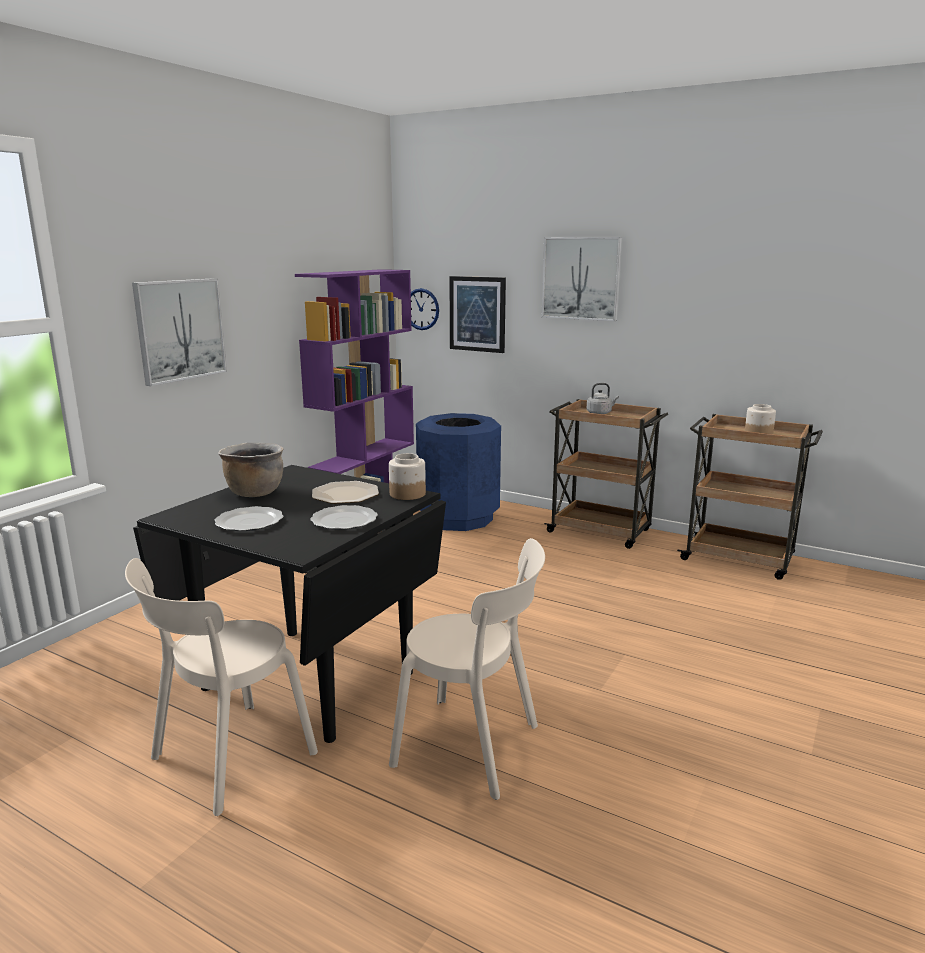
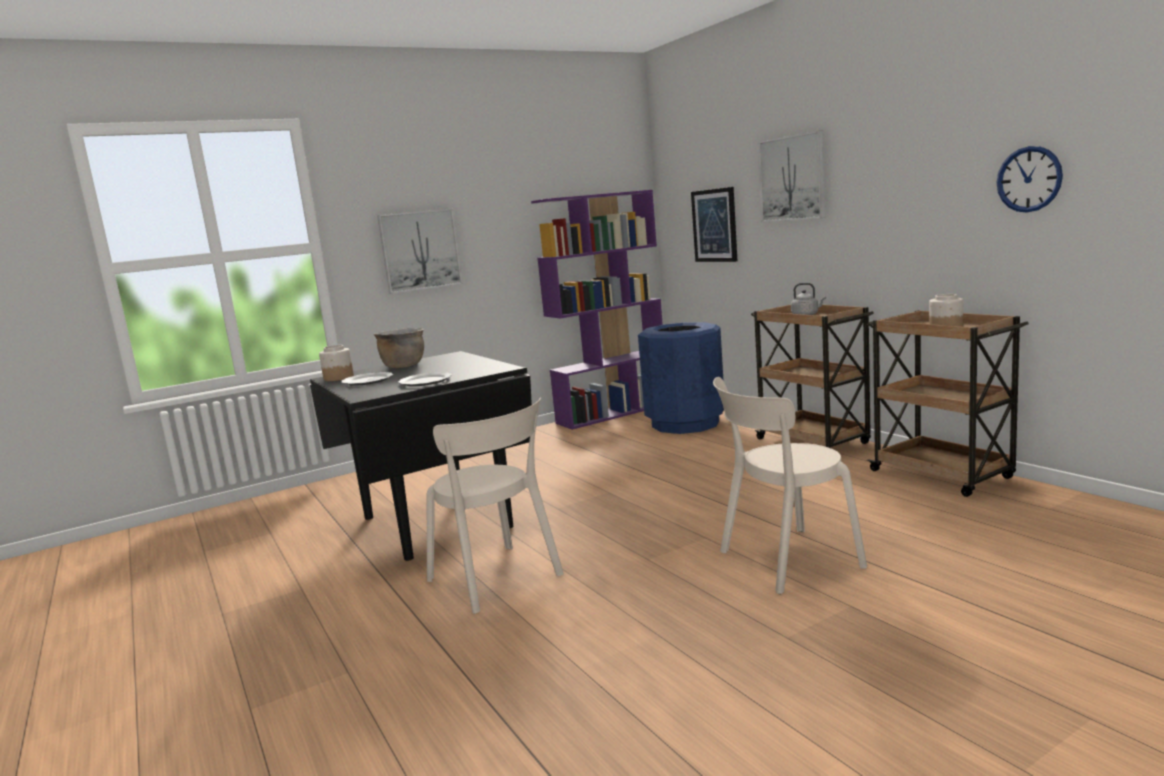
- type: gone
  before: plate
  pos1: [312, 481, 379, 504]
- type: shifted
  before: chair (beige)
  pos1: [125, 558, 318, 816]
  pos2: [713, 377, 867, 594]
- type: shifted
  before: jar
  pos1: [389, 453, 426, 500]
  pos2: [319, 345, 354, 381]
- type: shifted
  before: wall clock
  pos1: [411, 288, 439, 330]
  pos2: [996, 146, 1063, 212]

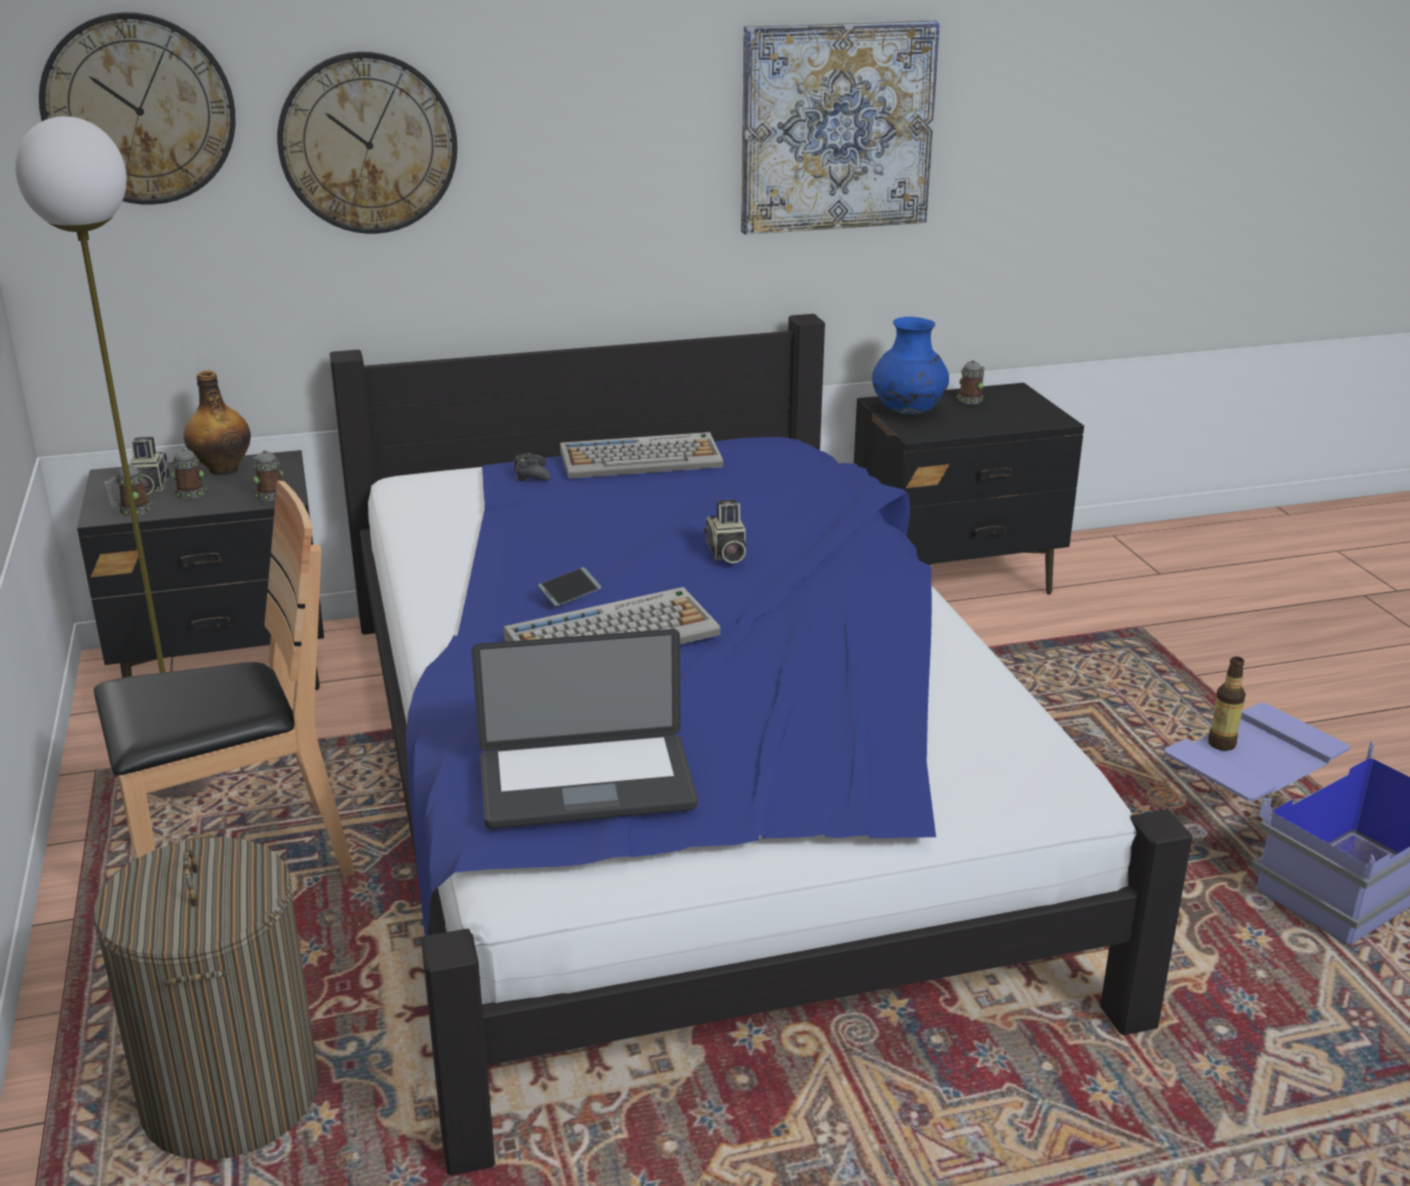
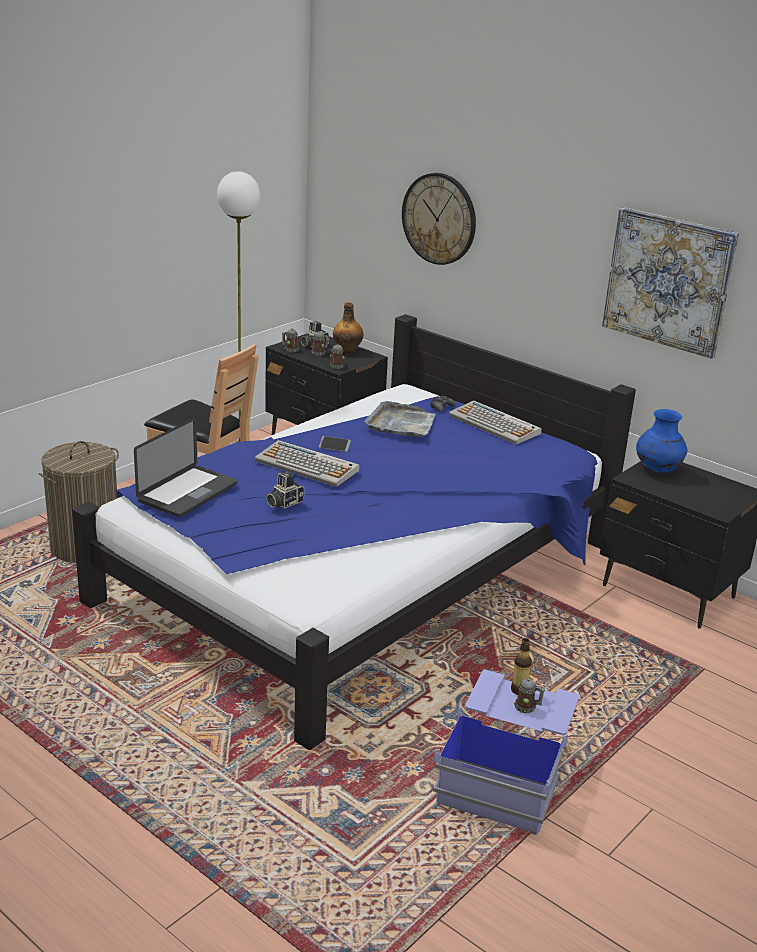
- type: gone
  before: wall clock
  pos1: [39, 12, 235, 205]
- type: new
  after: tray (grey)
  pos2: [364, 401, 435, 437]
- type: shifted
  before: photo camera
  pos1: [704, 499, 746, 563]
  pos2: [266, 472, 304, 509]
- type: shifted
  before: mug
  pos1: [957, 360, 985, 404]
  pos2: [514, 678, 545, 713]
- type: rotated
  before: laptop
  pos1: [471, 629, 698, 829]
  pos2: [134, 418, 237, 517]
  turn: -105

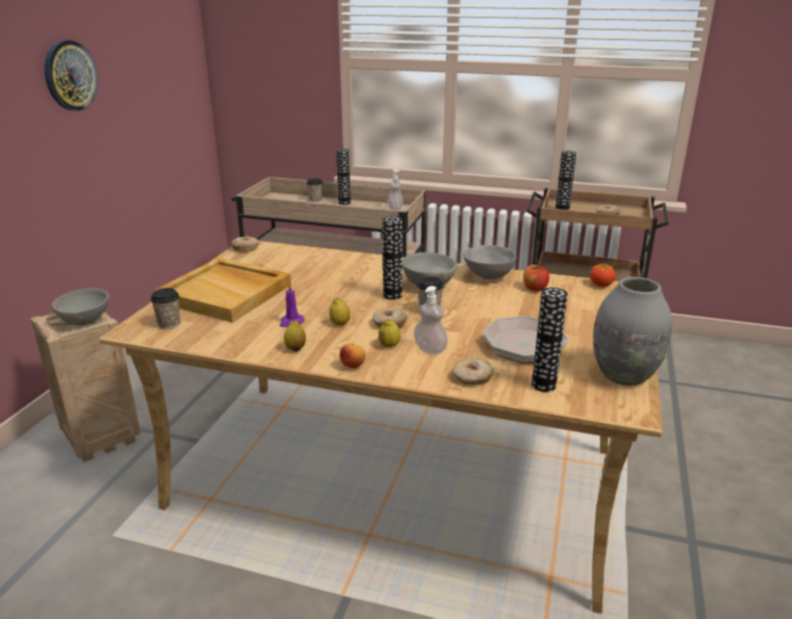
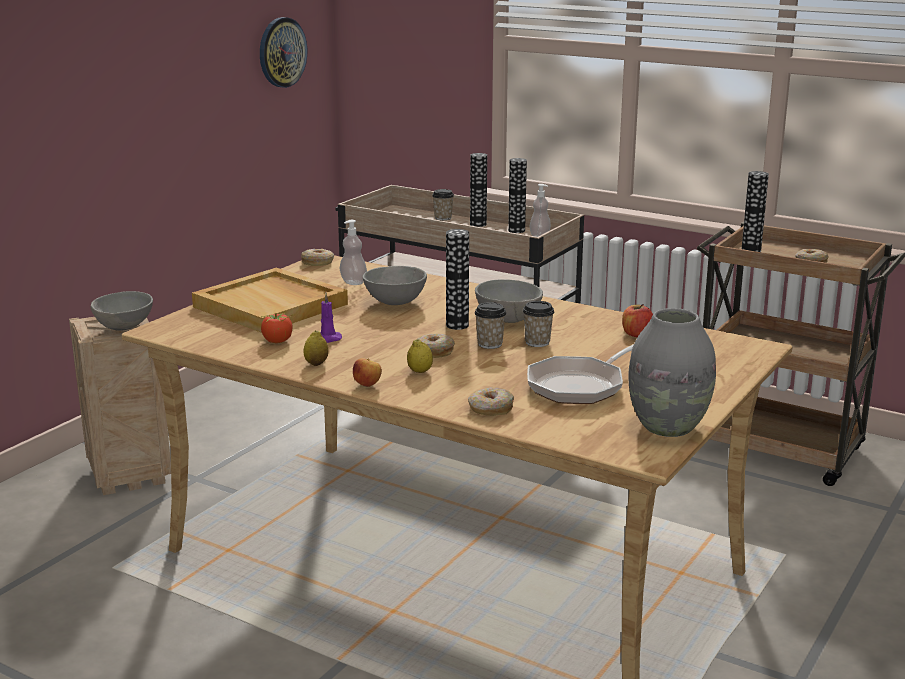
- type: gone
  before: lemon
  pos1: [329, 298, 350, 325]
- type: shifted
  before: wall clock
  pos1: [45, 40, 98, 111]
  pos2: [260, 17, 307, 88]
- type: shifted
  before: cup
  pos1: [150, 288, 180, 329]
  pos2: [523, 301, 554, 347]
- type: shifted
  before: soap dispenser
  pos1: [414, 286, 448, 355]
  pos2: [340, 220, 367, 285]
- type: shifted
  before: bowl (grey)
  pos1: [463, 245, 517, 279]
  pos2: [362, 266, 427, 305]
- type: shifted
  before: vase
  pos1: [532, 287, 568, 392]
  pos2: [508, 158, 527, 233]
- type: shifted
  before: tomato
  pos1: [590, 263, 618, 287]
  pos2: [261, 312, 292, 343]

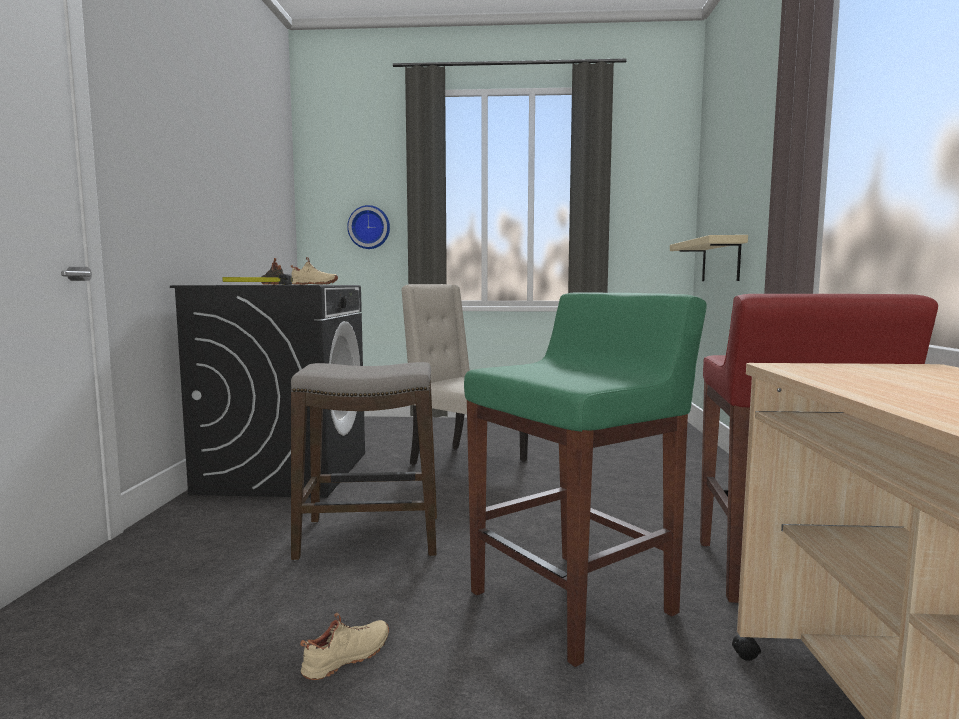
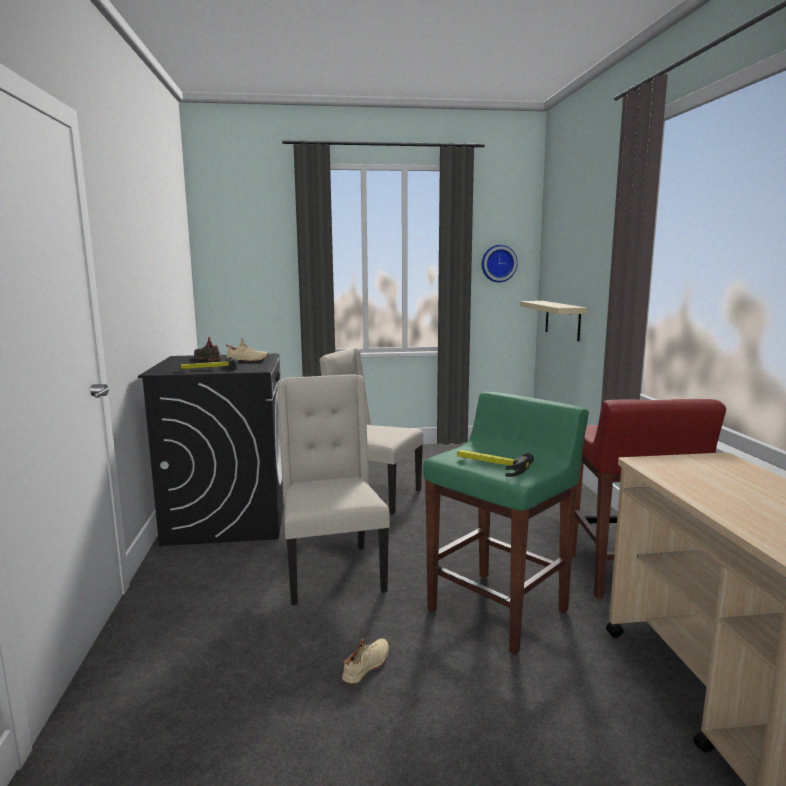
- type: new
  after: hammer
  pos2: [457, 450, 534, 477]
- type: shifted
  before: wall clock
  pos1: [347, 205, 390, 249]
  pos2: [482, 245, 518, 282]
- type: swapped
  before: stool
  after: chair (beige)
  pos1: [291, 362, 437, 561]
  pos2: [277, 374, 390, 605]

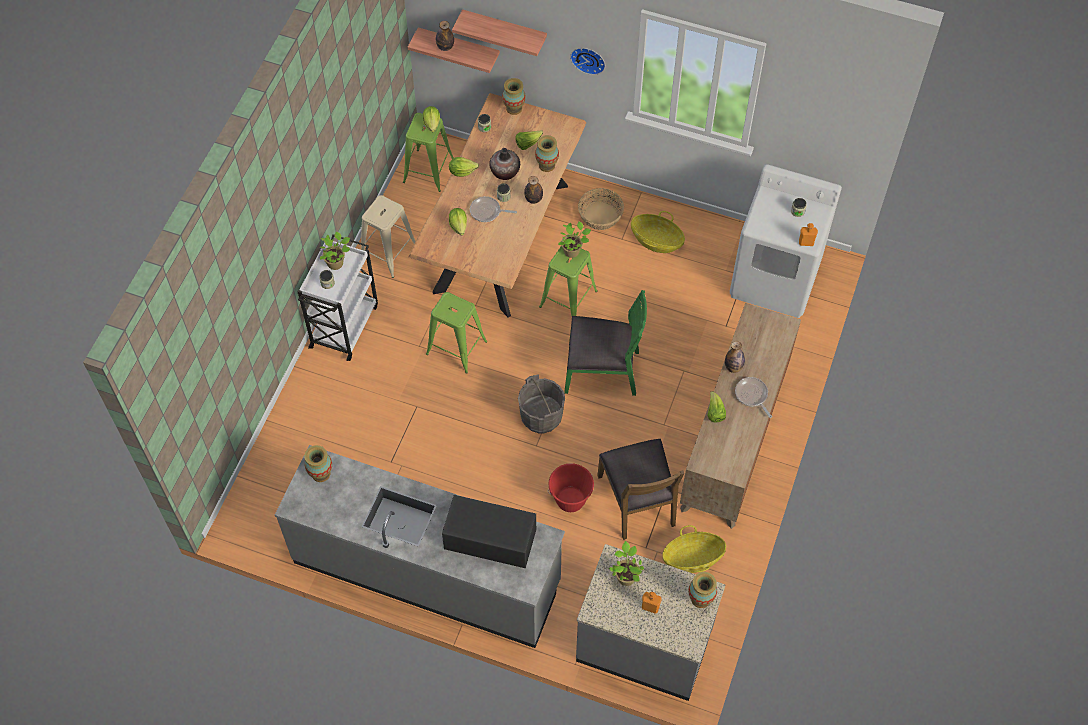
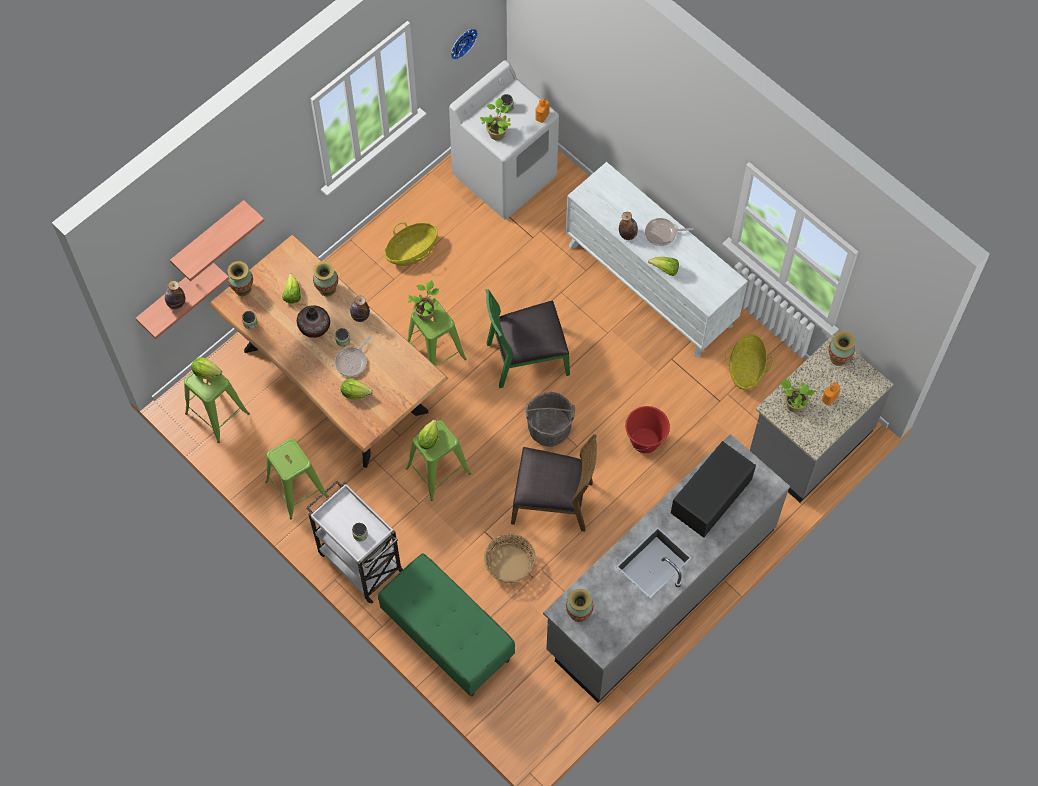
- type: new
  after: bench (green)
  pos2: [378, 553, 515, 696]
- type: shifted
  before: potted plant
  pos1: [320, 232, 350, 270]
  pos2: [480, 98, 511, 140]
- type: shifted
  before: lettuce
  pos1: [449, 157, 479, 177]
  pos2: [417, 420, 438, 449]
- type: shifted
  before: wall clock
  pos1: [570, 48, 605, 75]
  pos2: [451, 29, 478, 60]
- type: shifted
  before: basket
  pos1: [578, 188, 624, 230]
  pos2: [484, 534, 536, 583]
- type: shifted
  before: chair (brown)
  pos1: [597, 439, 684, 540]
  pos2: [511, 434, 597, 532]
- type: repainted
  before: stool (beige)
  after: stool (green)
  pos1: [361, 195, 416, 278]
  pos2: [265, 438, 328, 519]
- type: repainted
  before: dresser (brown)
  after: dresser (white)
  pos1: [680, 303, 801, 529]
  pos2: [566, 162, 748, 358]
- type: rotated
  before: chair (green)
  pos1: [564, 290, 647, 396]
  pos2: [485, 289, 570, 388]
  turn: -135

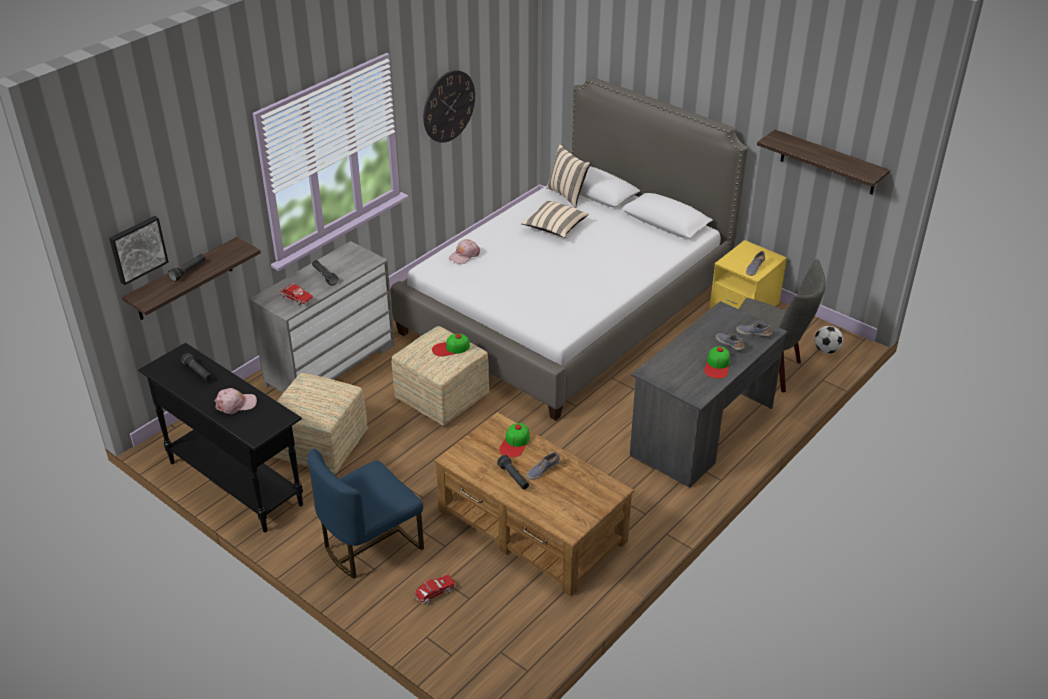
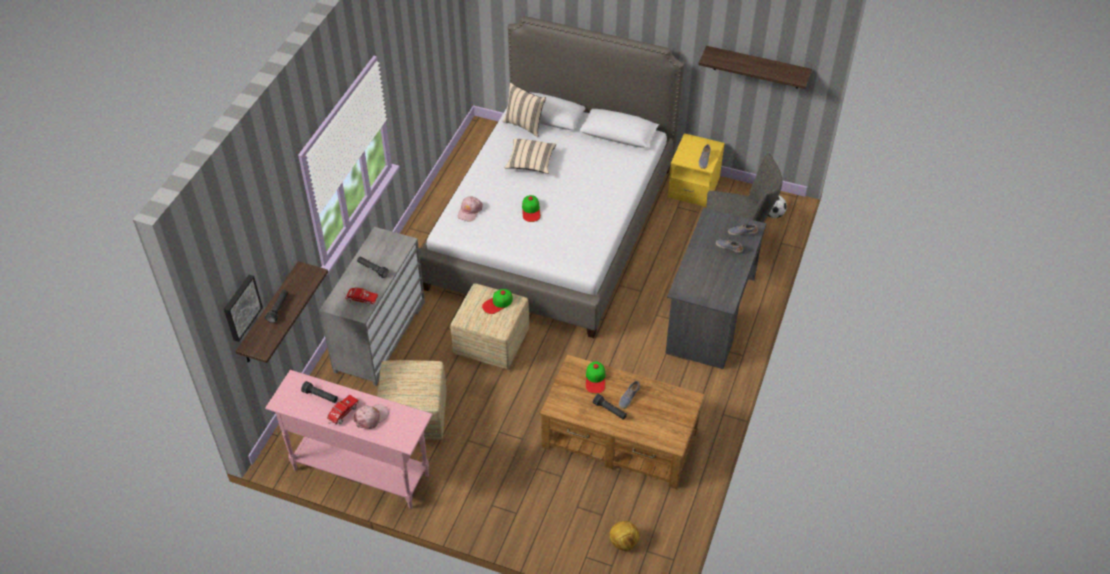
- type: gone
  before: chair (blue)
  pos1: [308, 448, 424, 579]
- type: gone
  before: wall clock
  pos1: [423, 70, 475, 143]
- type: new
  after: football
  pos2: [610, 521, 639, 551]
- type: shifted
  before: toy truck
  pos1: [413, 575, 456, 605]
  pos2: [327, 395, 359, 425]
- type: shifted
  before: cap
  pos1: [704, 346, 730, 379]
  pos2: [522, 195, 541, 222]
- type: repainted
  before: console table (black)
  after: console table (pink)
  pos1: [138, 343, 303, 532]
  pos2: [265, 370, 433, 509]

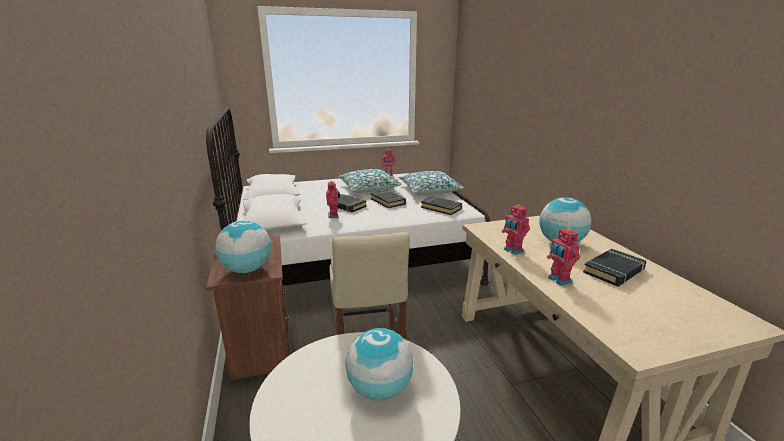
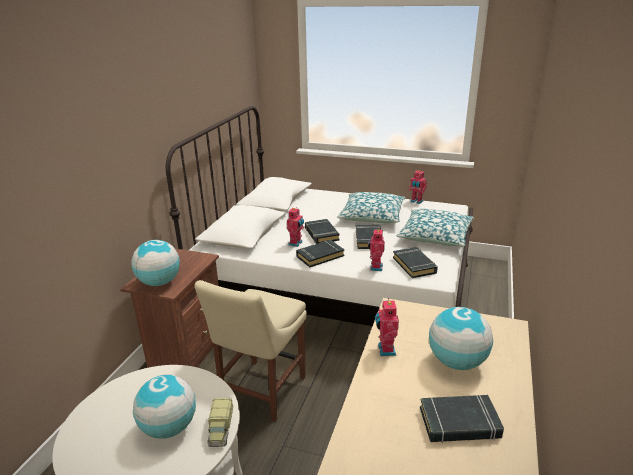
- type: new
  after: toy truck
  pos2: [207, 398, 233, 447]
- type: new
  after: book (black)
  pos2: [296, 240, 345, 267]
- type: shifted
  before: toy robot
  pos1: [547, 226, 580, 286]
  pos2: [368, 228, 385, 271]

